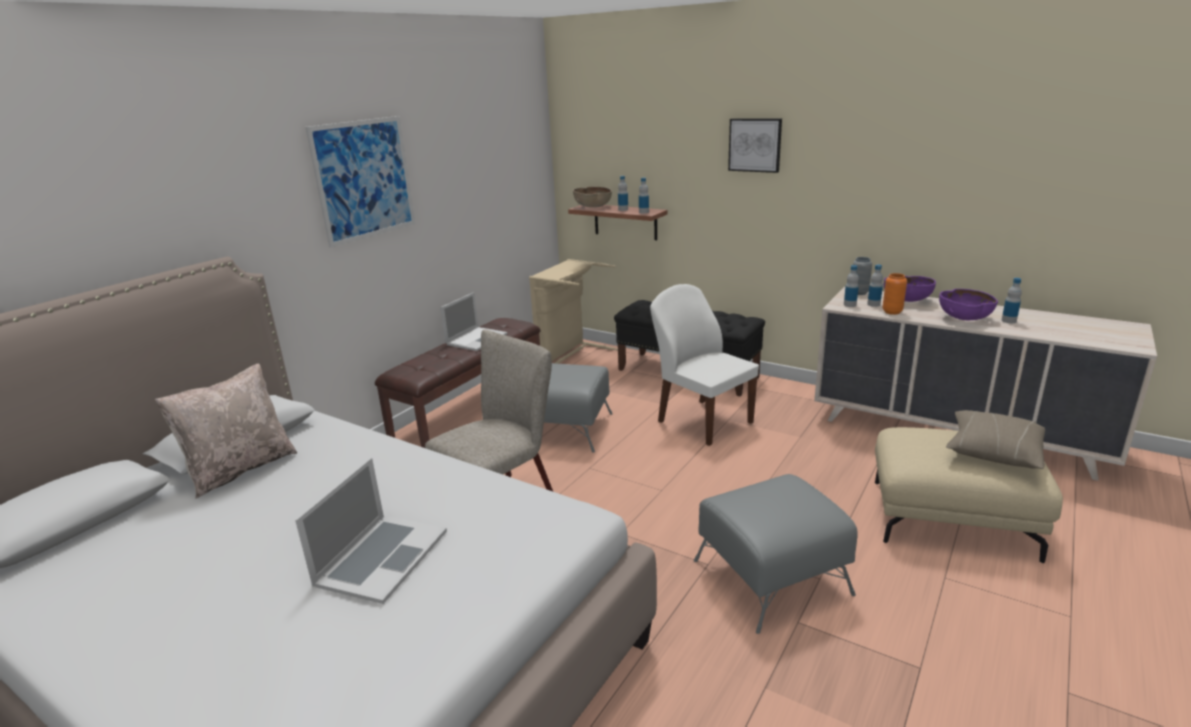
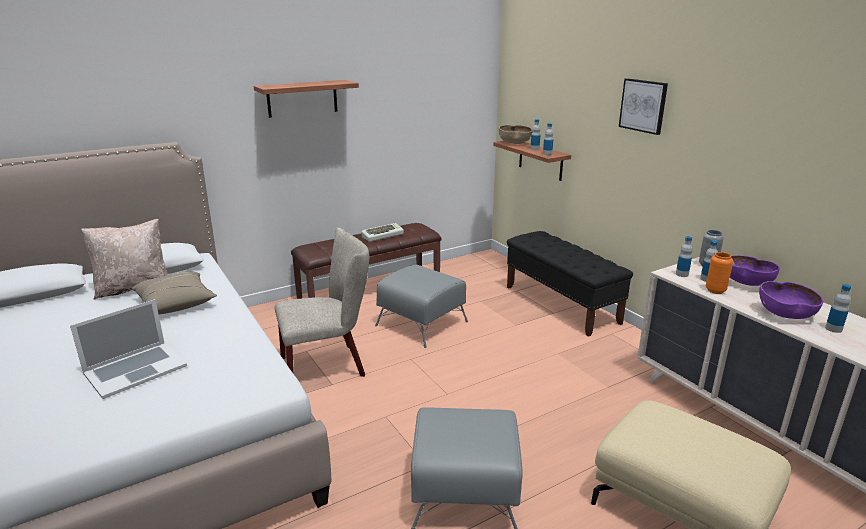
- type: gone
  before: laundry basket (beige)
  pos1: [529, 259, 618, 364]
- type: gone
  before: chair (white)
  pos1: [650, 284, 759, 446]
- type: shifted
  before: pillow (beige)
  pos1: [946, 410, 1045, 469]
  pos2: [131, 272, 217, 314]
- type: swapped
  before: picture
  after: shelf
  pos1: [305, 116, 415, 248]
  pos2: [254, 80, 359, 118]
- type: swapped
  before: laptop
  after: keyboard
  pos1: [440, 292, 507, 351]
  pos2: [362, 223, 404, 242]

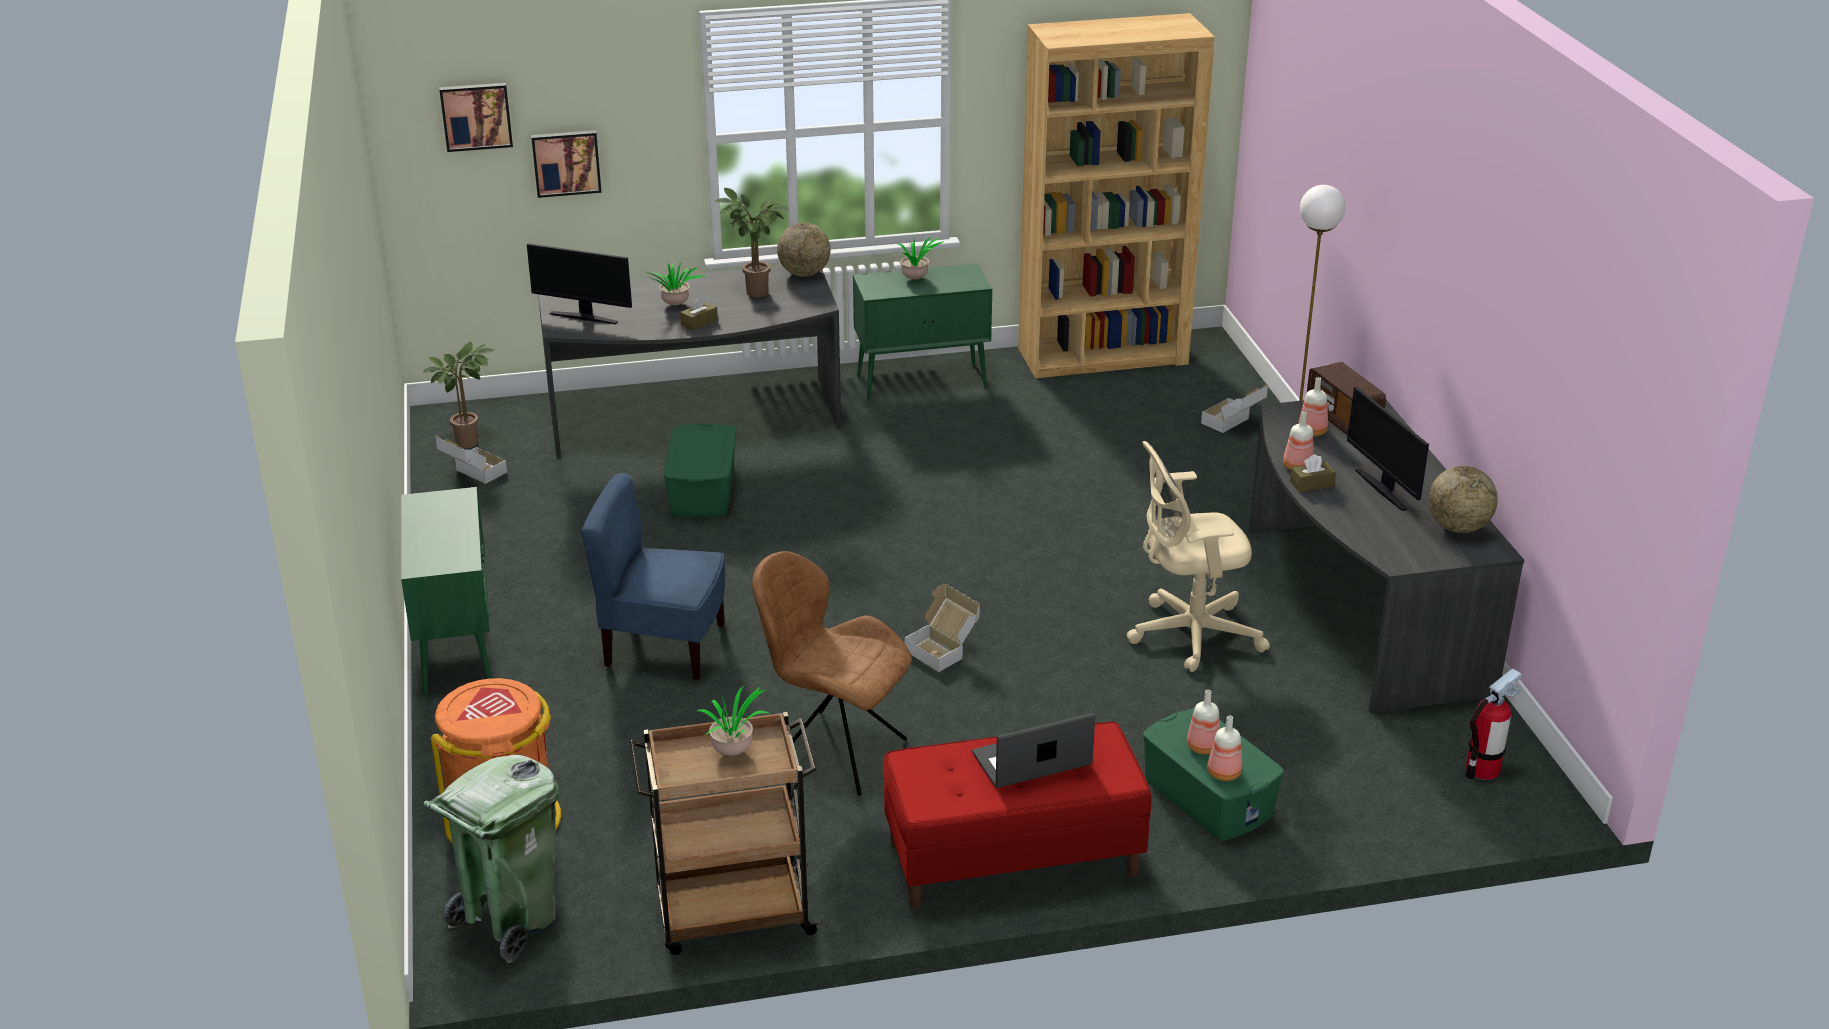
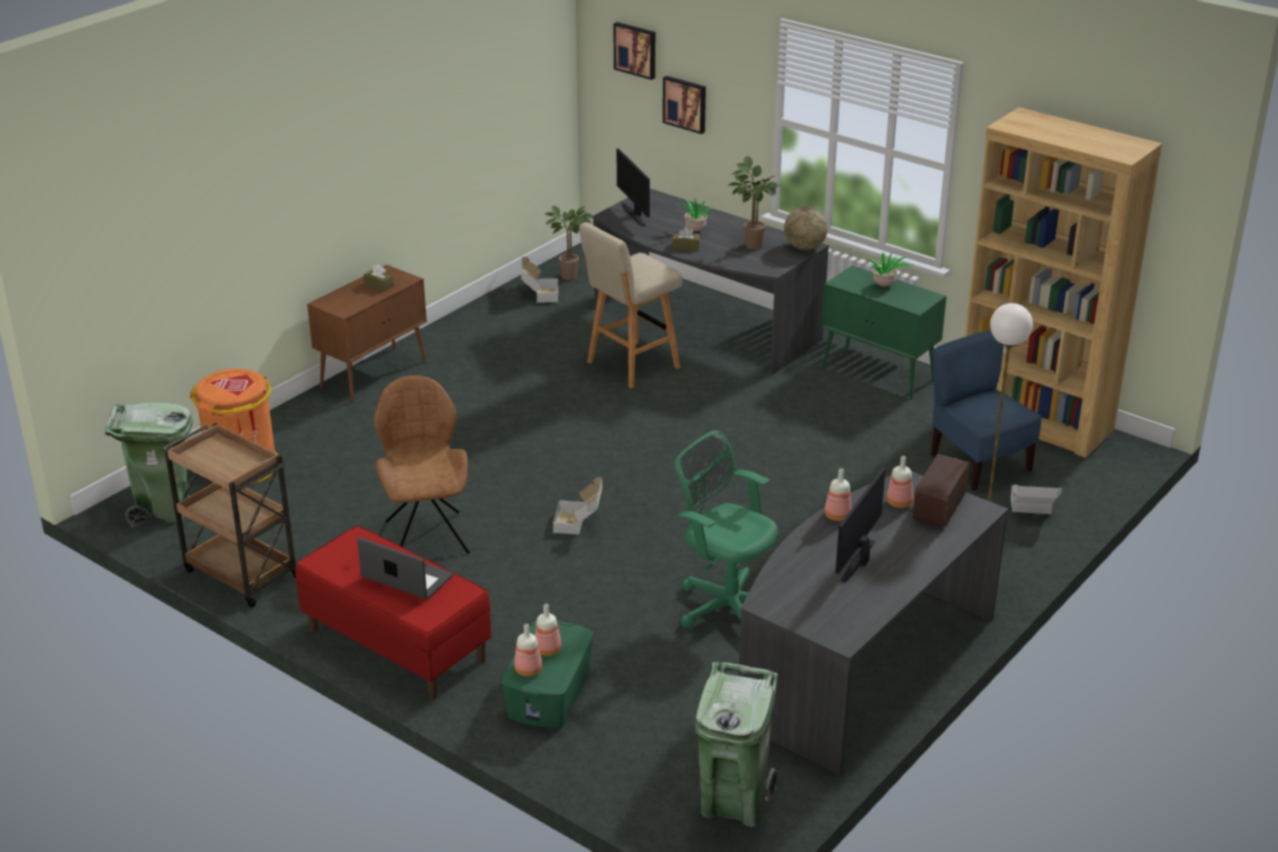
- type: gone
  before: potted plant
  pos1: [696, 686, 769, 756]
- type: gone
  before: globe
  pos1: [1428, 466, 1498, 533]
- type: shifted
  before: chair (blue)
  pos1: [581, 473, 725, 680]
  pos2: [931, 330, 1042, 491]
- type: shifted
  before: tissue box (brown)
  pos1: [1290, 454, 1336, 492]
  pos2: [363, 264, 394, 292]
- type: swapped
  before: storage box (green)
  after: stool (beige)
  pos1: [664, 424, 736, 517]
  pos2: [579, 222, 683, 388]
- type: swapped
  before: fire extinguisher
  after: trash can (green)
  pos1: [1465, 668, 1522, 780]
  pos2: [695, 662, 778, 827]
- type: repainted
  before: cabinet (green)
  after: cabinet (brown)
  pos1: [401, 487, 492, 695]
  pos2: [307, 265, 427, 403]
- type: repainted
  before: office chair (beige)
  after: office chair (green)
  pos1: [1127, 441, 1270, 672]
  pos2: [675, 431, 778, 628]

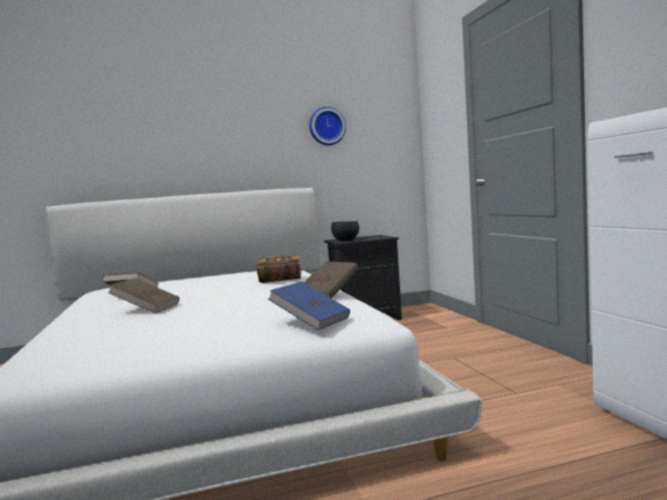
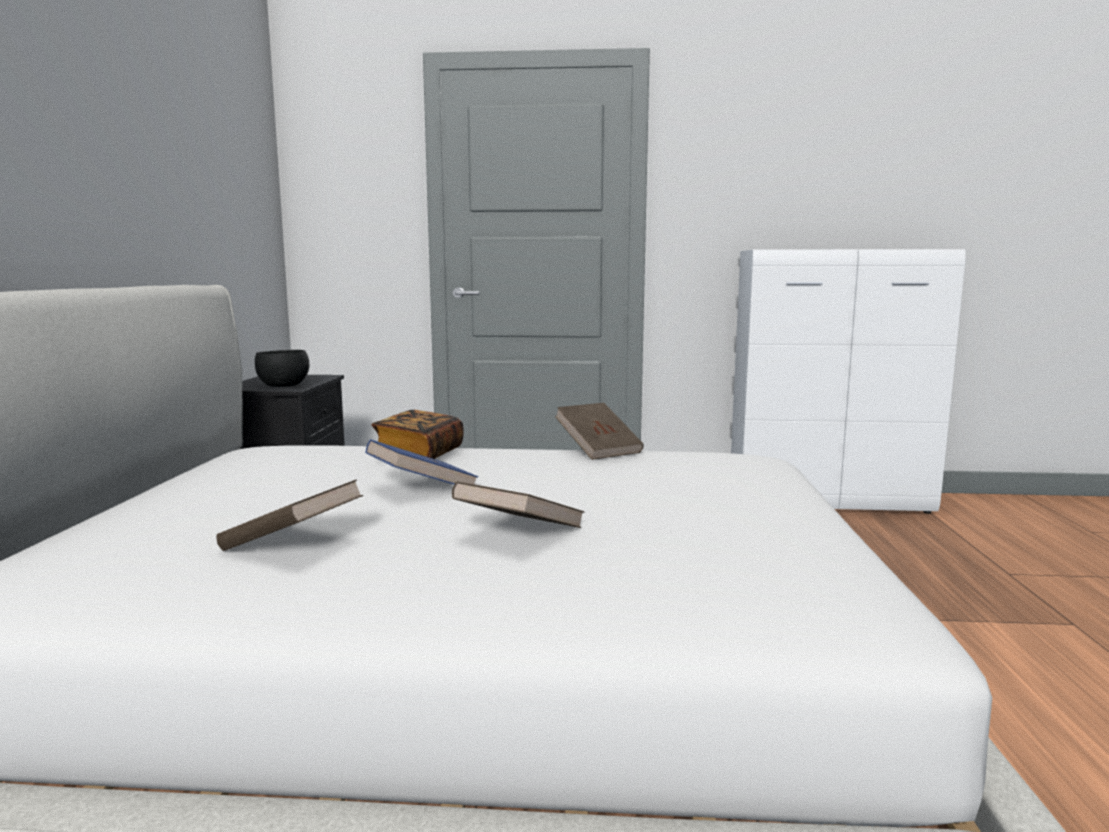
- type: gone
  before: wall clock
  pos1: [309, 107, 346, 146]
- type: shifted
  before: book (blue)
  pos1: [268, 282, 350, 330]
  pos2: [365, 439, 478, 484]

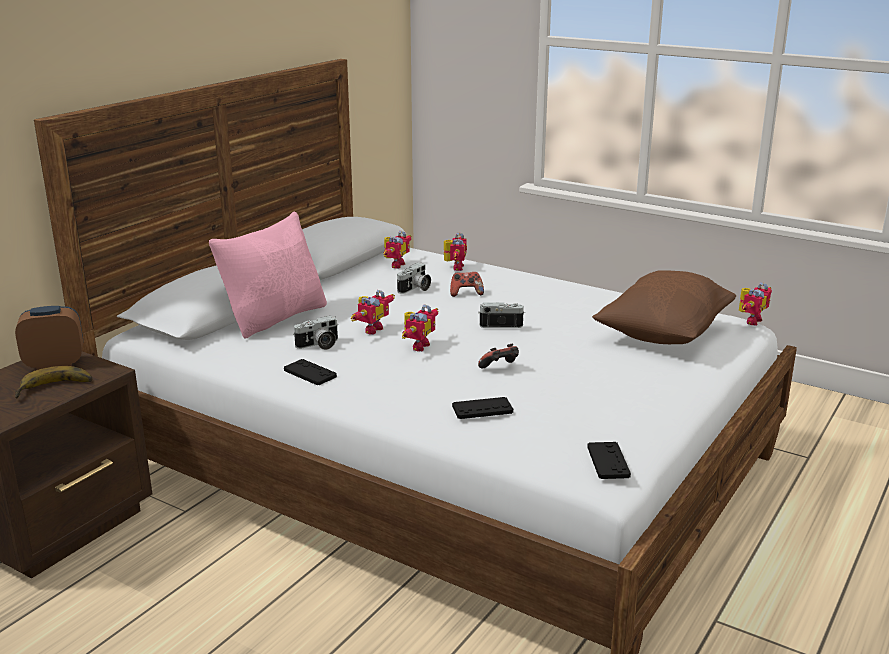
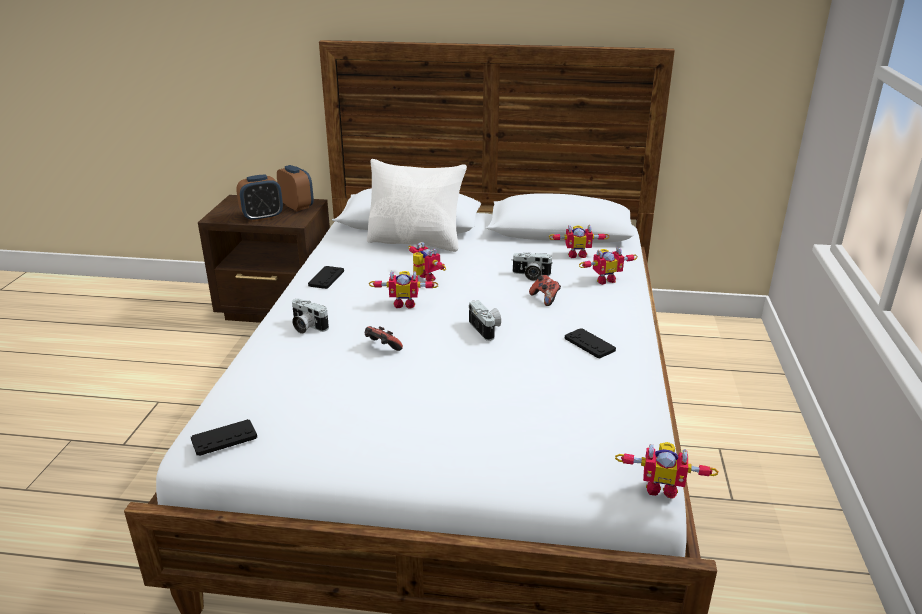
- type: gone
  before: pillow (brown)
  pos1: [592, 271, 736, 344]
- type: shifted
  before: photo camera
  pos1: [293, 316, 338, 350]
  pos2: [292, 299, 329, 334]
- type: shifted
  before: game controller (black)
  pos1: [452, 397, 513, 419]
  pos2: [565, 328, 616, 358]
- type: swapped
  before: banana
  after: alarm clock
  pos1: [14, 366, 93, 398]
  pos2: [236, 175, 283, 222]
- type: repainted
  before: pillow (pink)
  after: pillow (white)
  pos1: [209, 211, 327, 339]
  pos2: [367, 159, 467, 252]
- type: rotated
  before: toy robot
  pos1: [351, 290, 395, 335]
  pos2: [408, 242, 446, 281]
  turn: -135

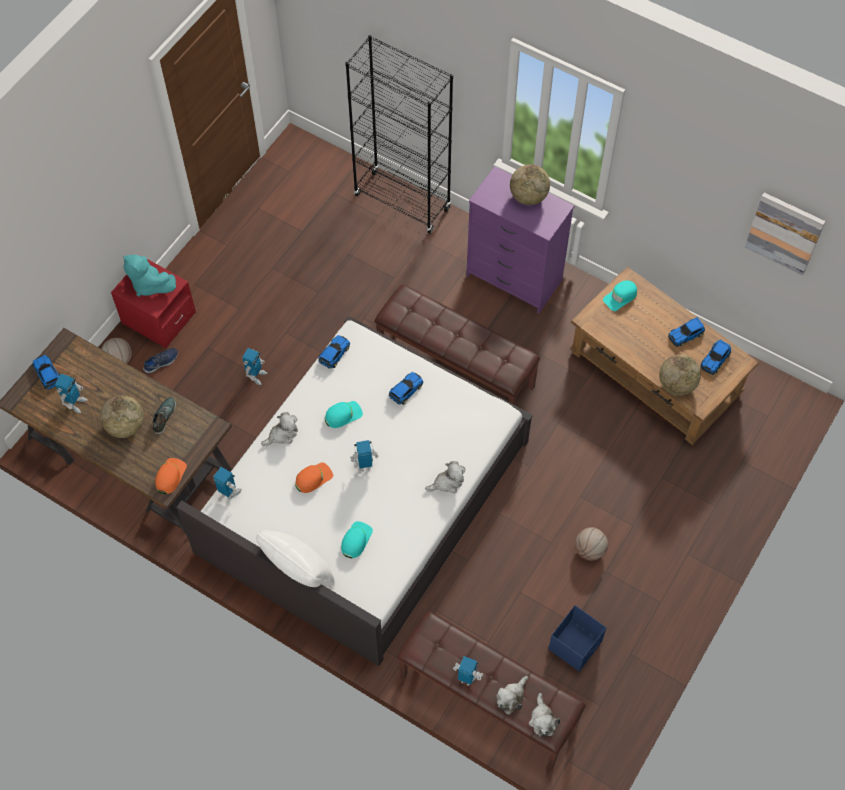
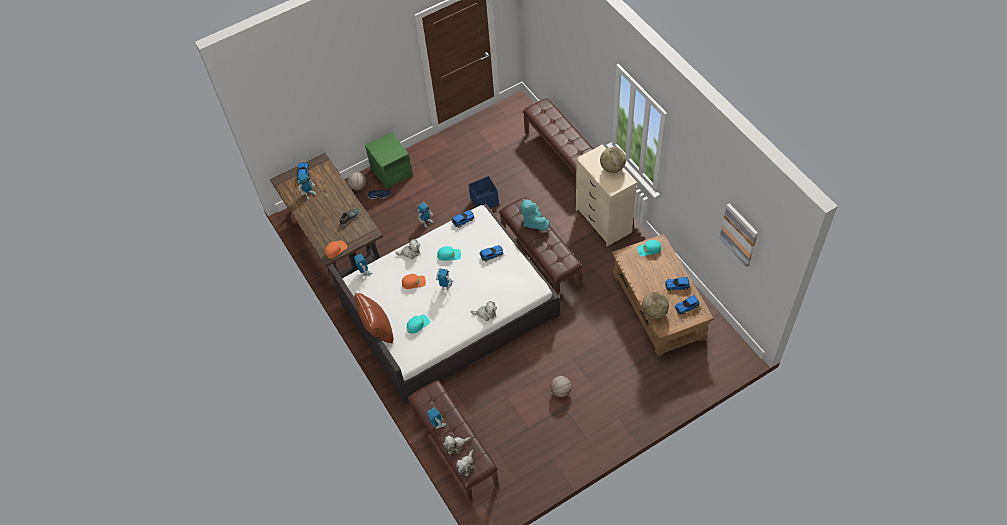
- type: gone
  before: globe
  pos1: [100, 395, 144, 438]
- type: shifted
  before: plush toy (turquoise)
  pos1: [123, 254, 176, 297]
  pos2: [521, 199, 550, 231]
- type: shifted
  before: storage box (blue)
  pos1: [548, 605, 606, 672]
  pos2: [469, 176, 499, 208]
- type: swapped
  before: bookcase (black)
  after: bench (brown)
  pos1: [345, 35, 453, 233]
  pos2: [523, 99, 594, 192]
- type: repainted
  before: nightstand (red)
  after: nightstand (green)
  pos1: [111, 259, 196, 348]
  pos2: [365, 132, 413, 189]
- type: repainted
  before: pillow (white)
  after: pillow (brown)
  pos1: [256, 530, 335, 588]
  pos2: [354, 293, 394, 343]
- type: repainted
  before: dresser (purple)
  after: dresser (beige)
  pos1: [466, 166, 575, 314]
  pos2: [576, 144, 637, 246]

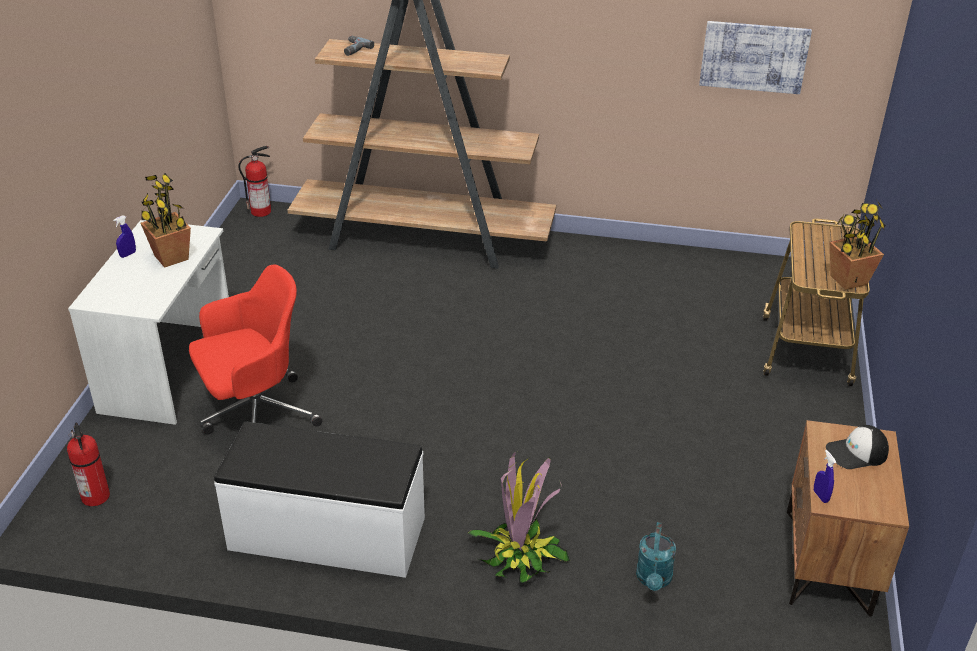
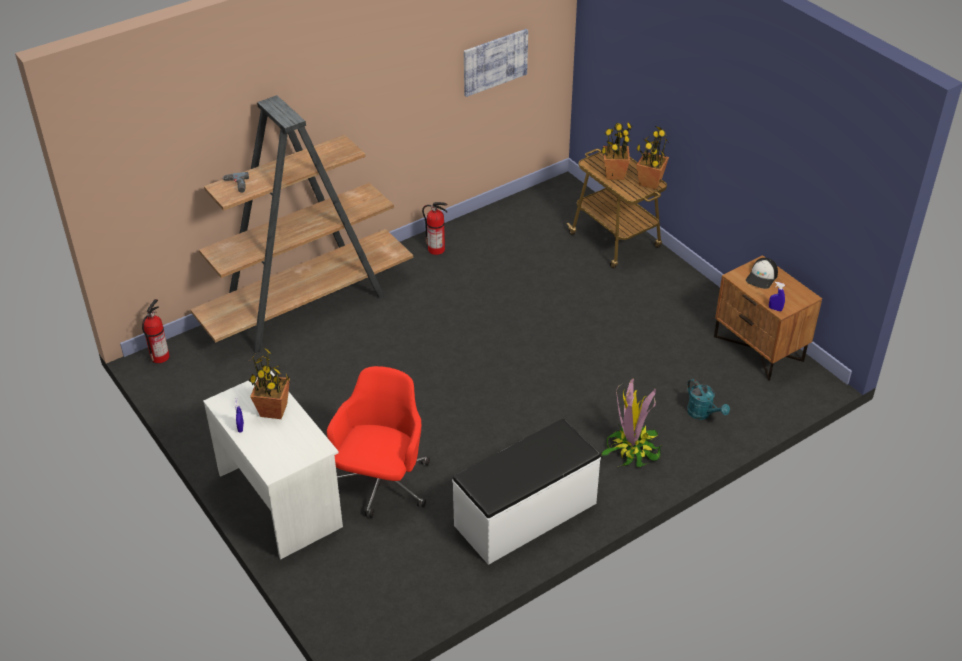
- type: new
  after: potted plant
  pos2: [601, 121, 633, 180]
- type: shifted
  before: fire extinguisher
  pos1: [67, 422, 110, 506]
  pos2: [422, 202, 448, 255]

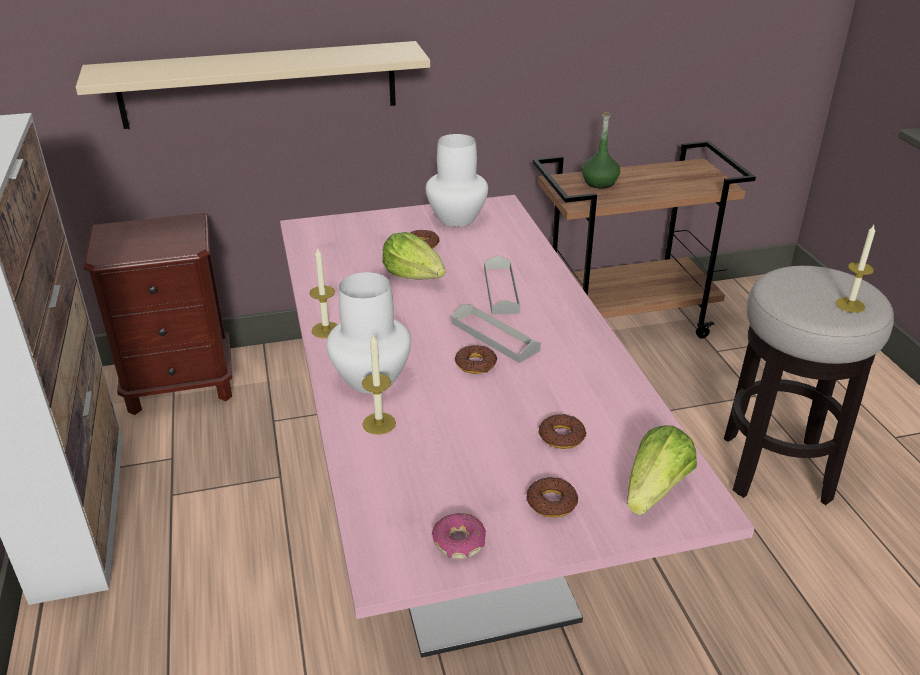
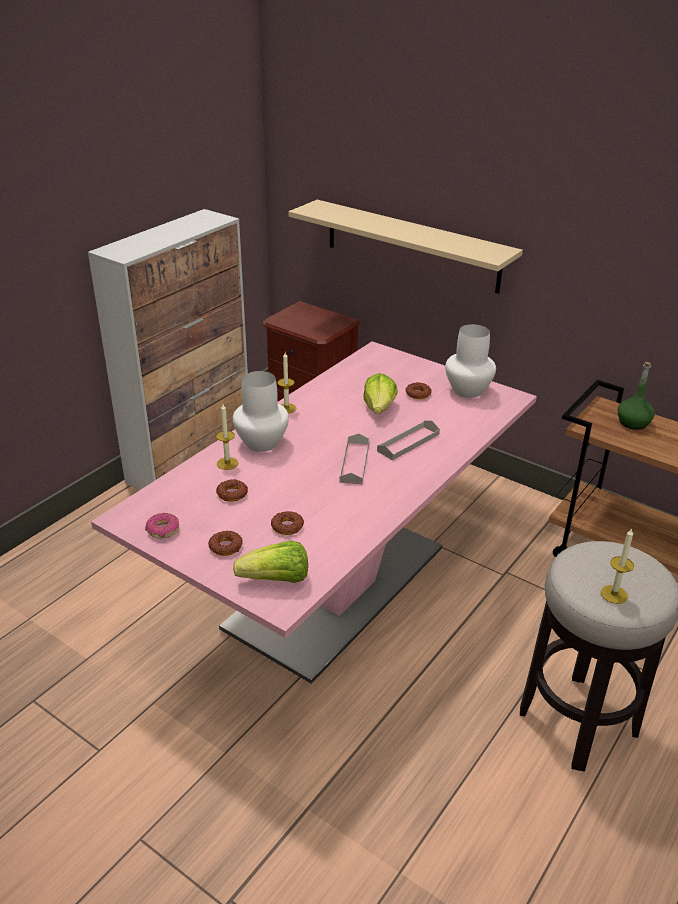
- type: shifted
  before: donut
  pos1: [455, 345, 497, 374]
  pos2: [216, 479, 248, 502]

